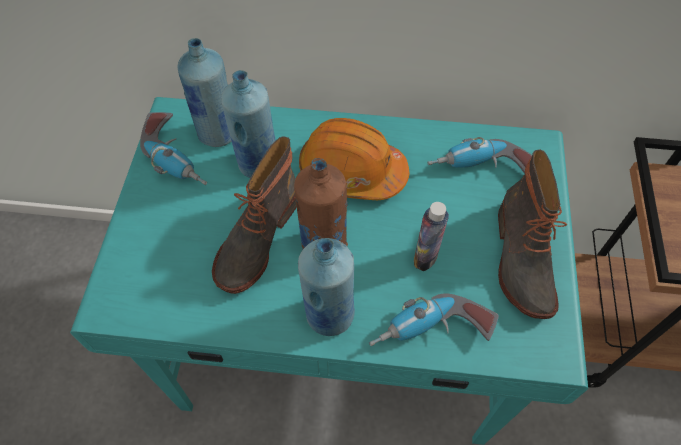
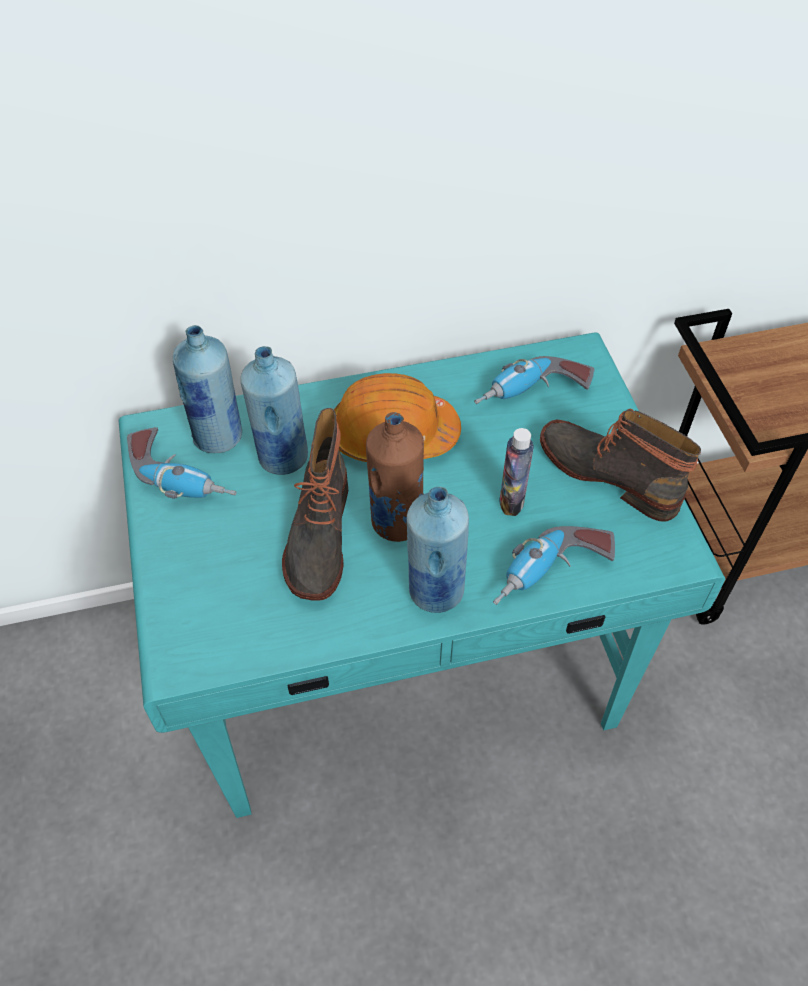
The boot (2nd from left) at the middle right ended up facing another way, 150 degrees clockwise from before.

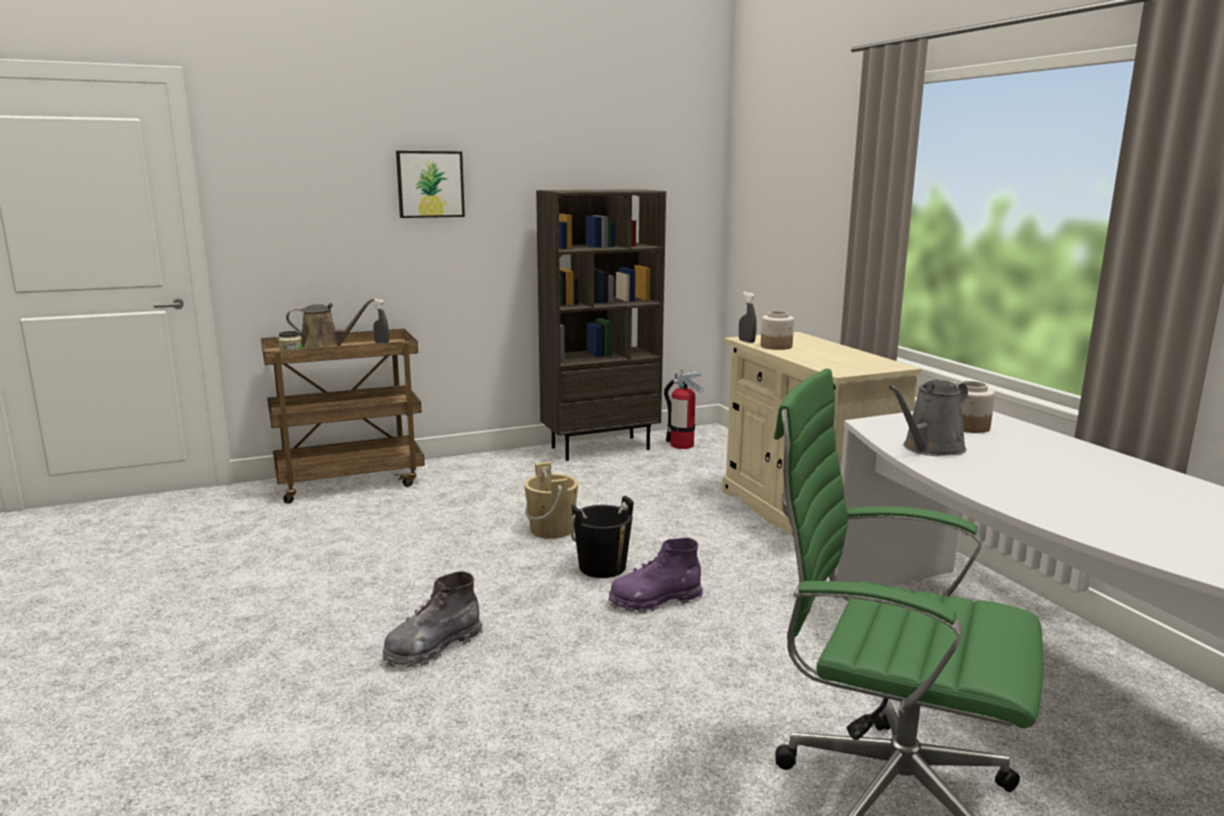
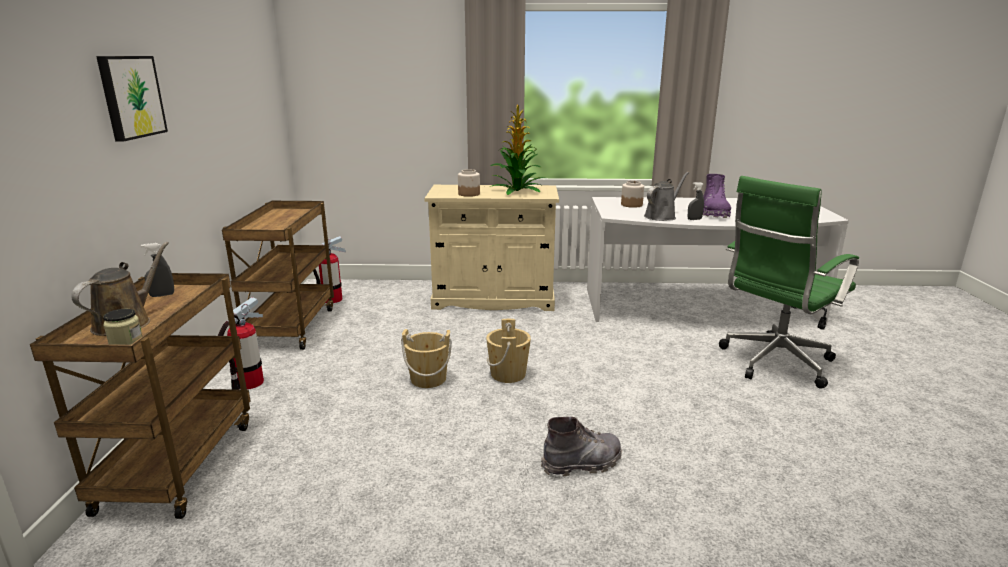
The second view gained the fire extinguisher (1st from left) at the middle left.
Where the brown bookcase stood at the centre, the brown cart (2nd from left) came to stand at the middle left.
What was the black bucket at the centre turned into the beige bucket (2nd from left) at the centre.
The second view gained the potted plant at the top centre.
The grey boot at the bottom centre ended up facing another way, 90 degrees counterclockwise from before.
The grey watering can at the middle right ended up facing another way, 120 degrees counterclockwise from before.
The grey spray bottle (2nd from left) ended up elsewhere, having gone from the centre to the middle right.
The purple boot ended up elsewhere, having gone from the bottom centre to the middle right.

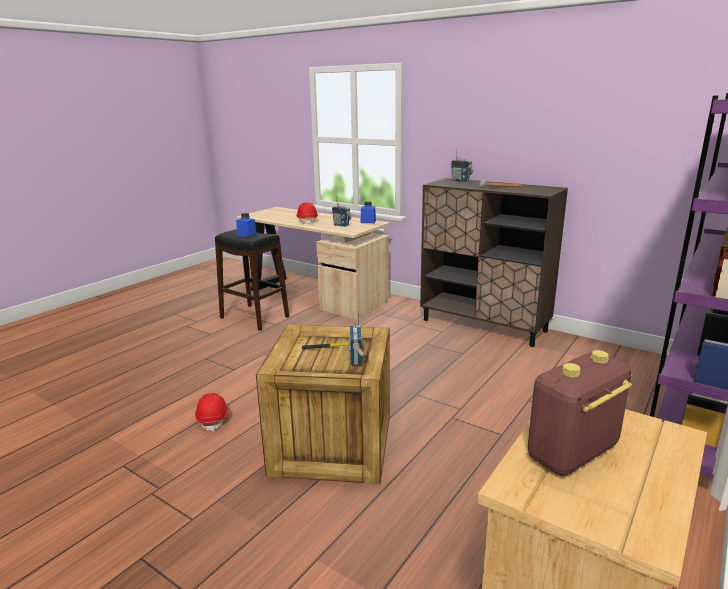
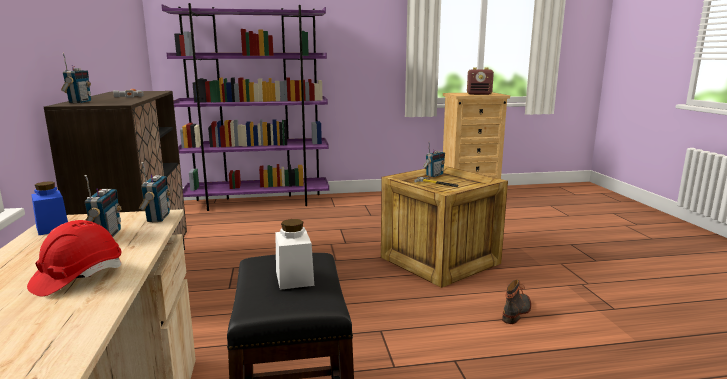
The second view gained the radio (3rd from left) at the middle left.
What was the blue jar (1st from left) at the centre turned into the white jar at the bottom centre.
Where the red hard hat (1st from left) stood at the bottom left, the boot came to stand at the bottom right.

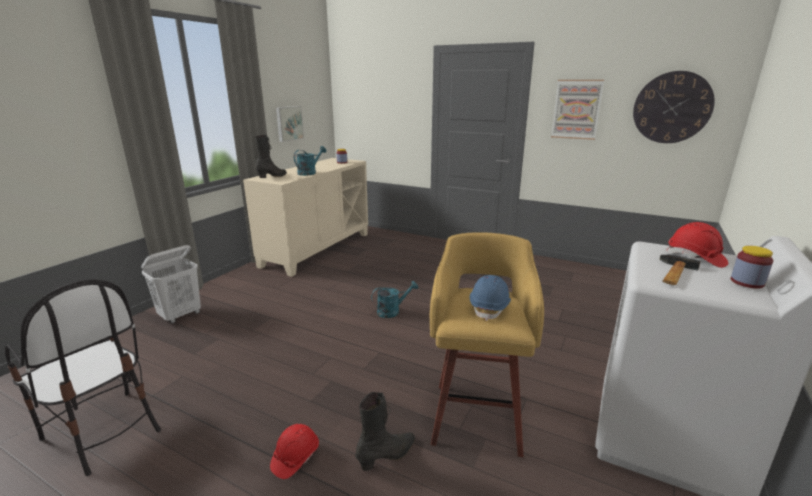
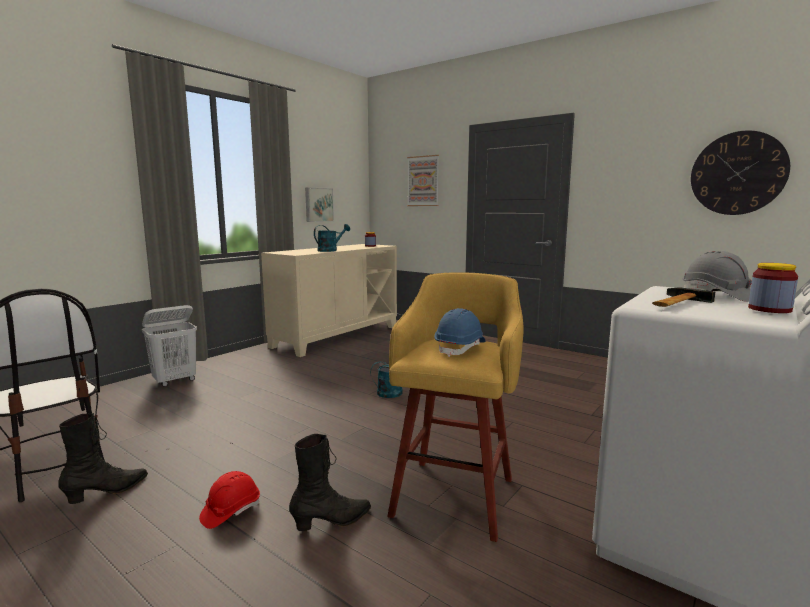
The black boot (1st from left) ended up elsewhere, having gone from the top centre to the bottom left.
The picture (2nd from left) ended up elsewhere, having gone from the top right to the top centre.
What was the red hard hat (2nd from left) at the middle right turned into the grey hard hat at the middle right.

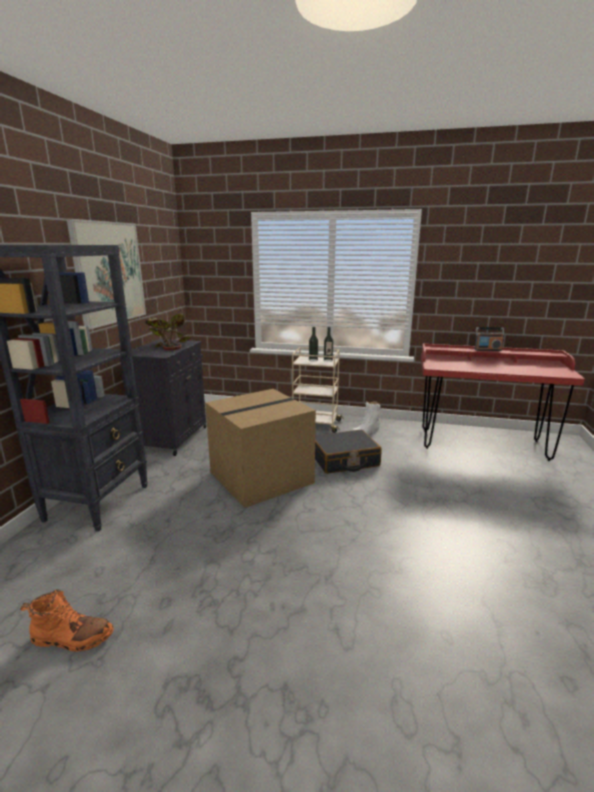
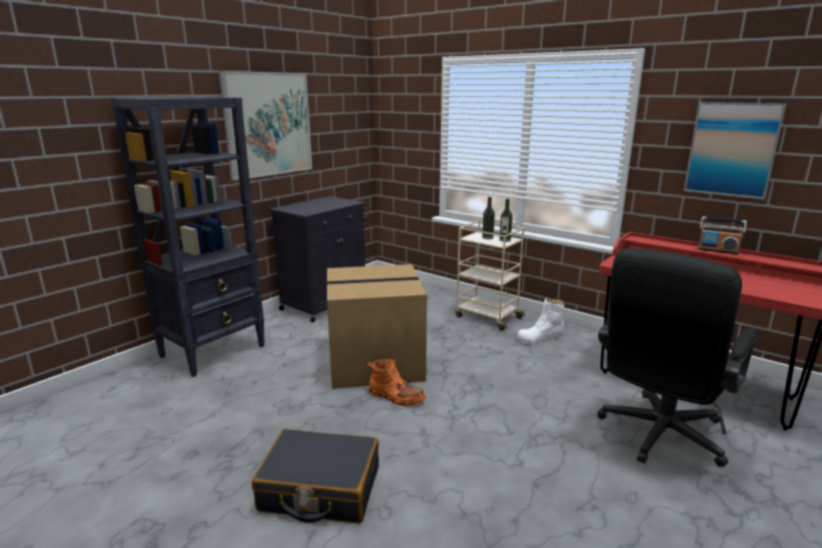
The black suitcase ended up elsewhere, having gone from the centre to the bottom centre.
The orange boot ended up elsewhere, having gone from the bottom left to the bottom centre.
The second view gained the black office chair at the middle right.
The second view gained the picture (2nd from left) at the top right.
The second view lost the potted plant at the middle left.

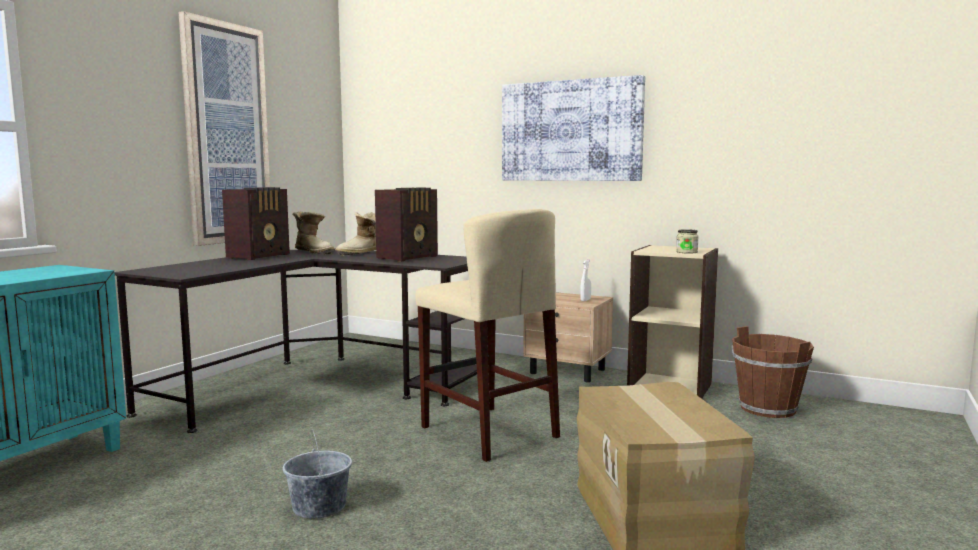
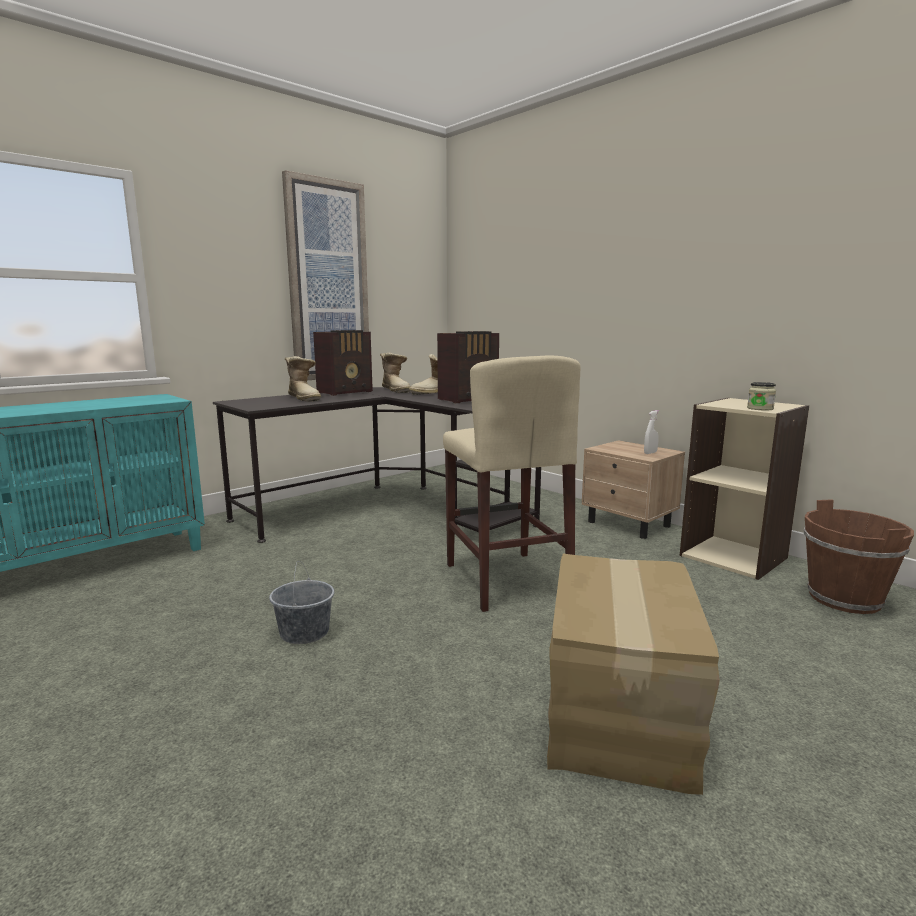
The second view gained the boot (1st from left) at the middle left.
The second view lost the picture (2nd from left) at the top centre.

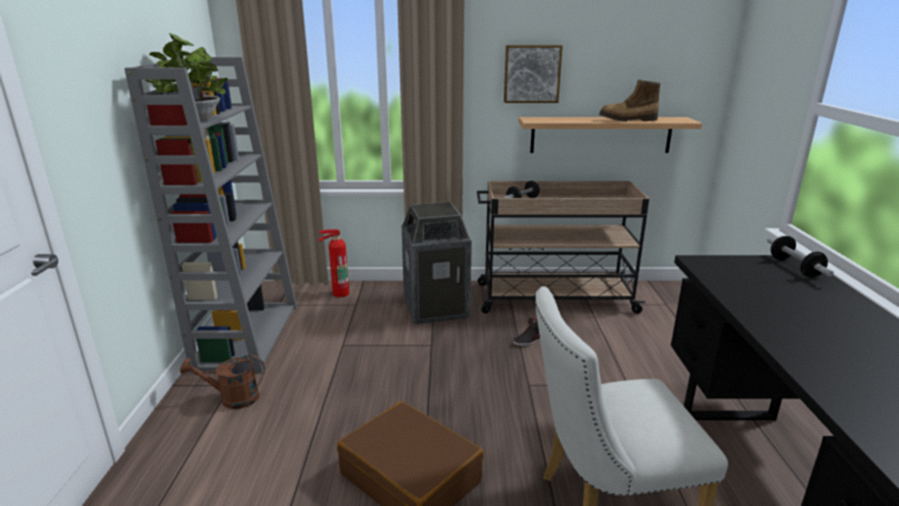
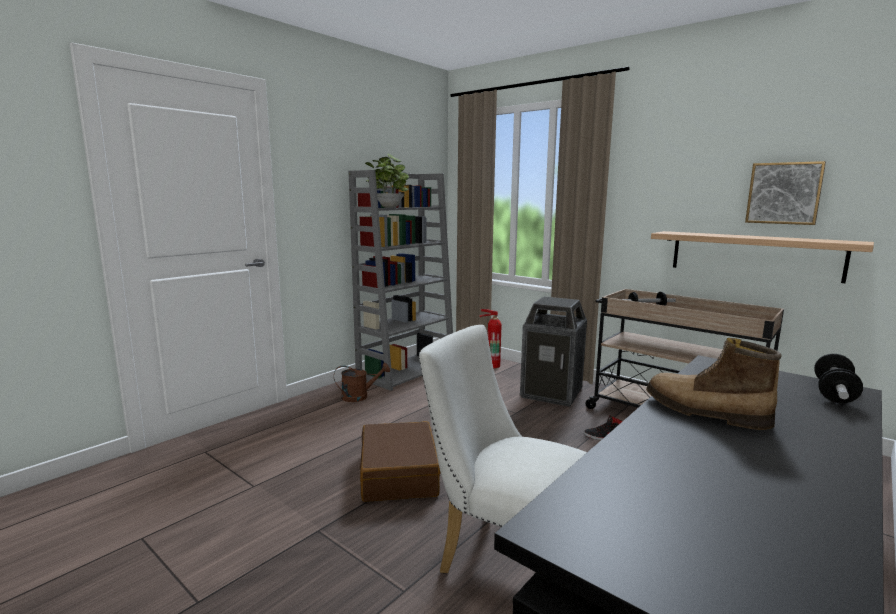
The brown watering can at the bottom left ended up facing another way, 135 degrees clockwise from before.
The boot ended up elsewhere, having gone from the top right to the middle right.
The picture ended up elsewhere, having gone from the top centre to the top right.

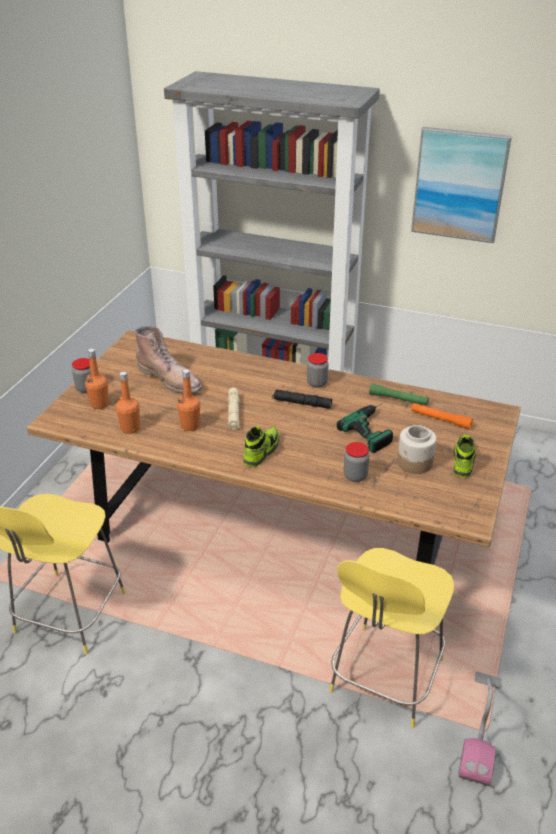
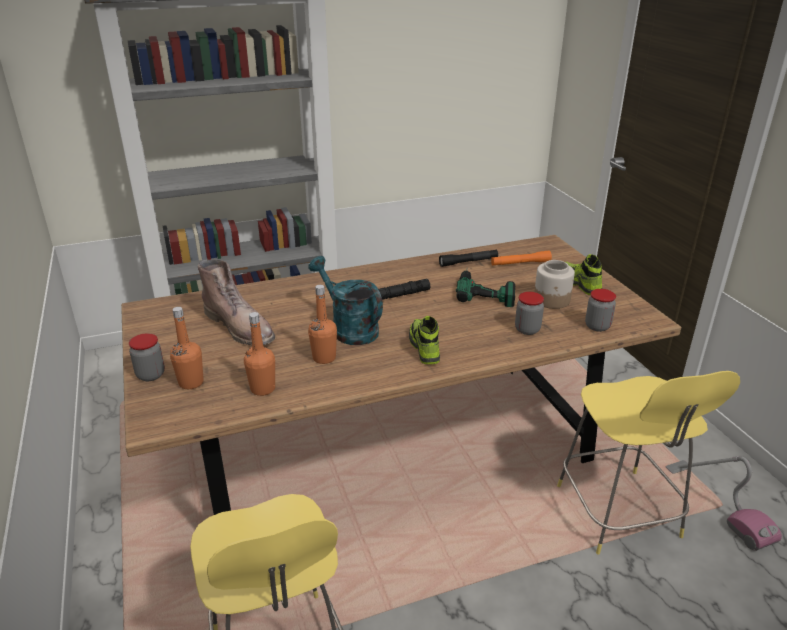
The brown boot at the middle left ended up facing another way, 45 degrees clockwise from before.
Where the beige flashlight stood at the centre, the turquoise watering can came to stand at the centre.
What was the green flashlight at the middle right turned into the black flashlight (2nd from left) at the centre.
The jar (2nd from left in the first image) ended up elsewhere, having gone from the centre to the middle right.
The second view lost the picture at the top right.

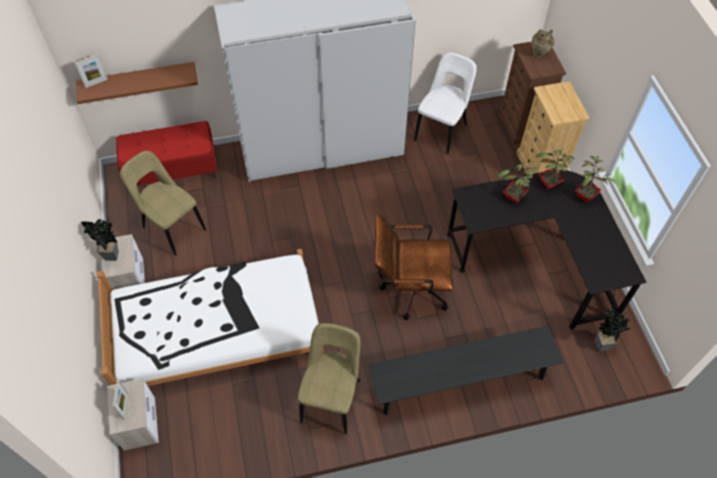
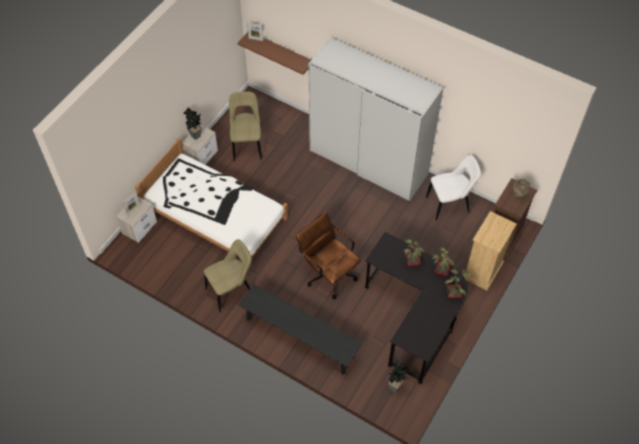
The second view lost the red bench at the top left.

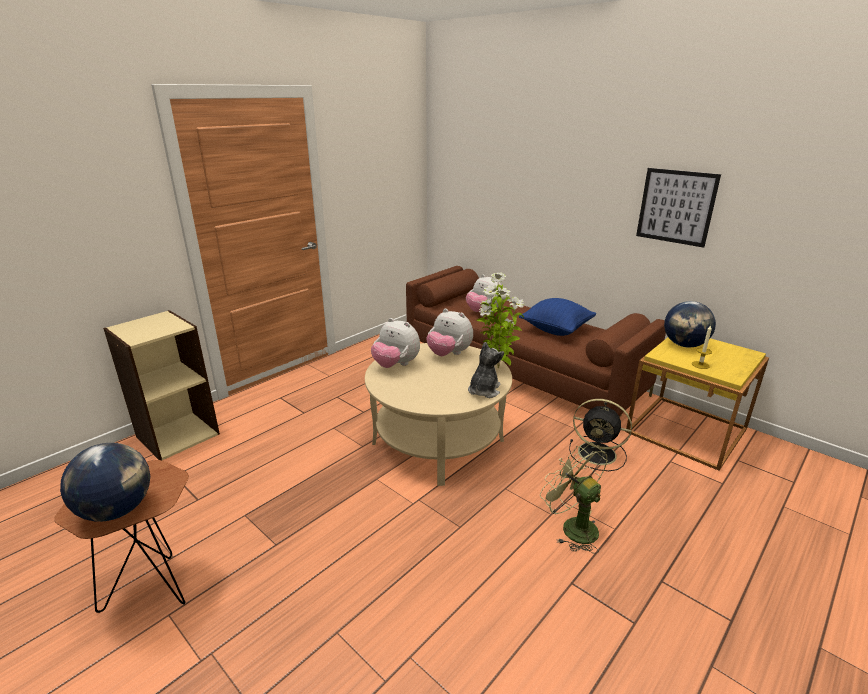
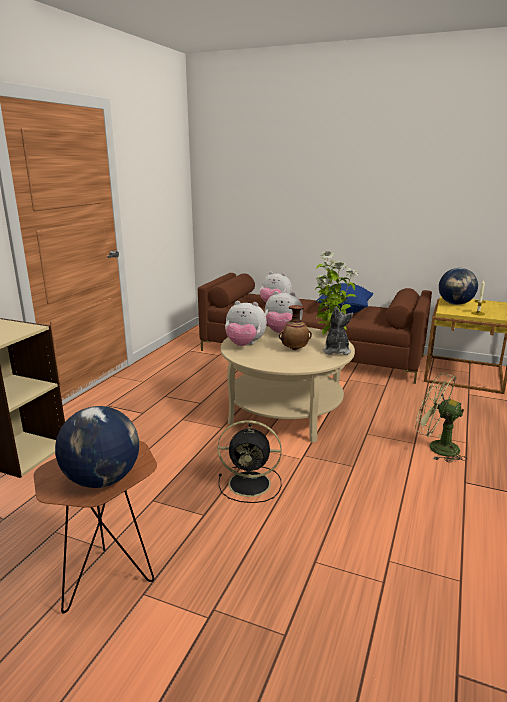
The black fan ended up elsewhere, having gone from the middle right to the centre.
The second view gained the vase at the centre.
The second view lost the picture at the top right.

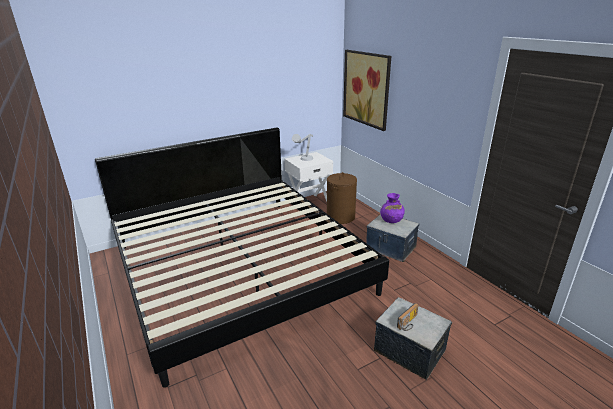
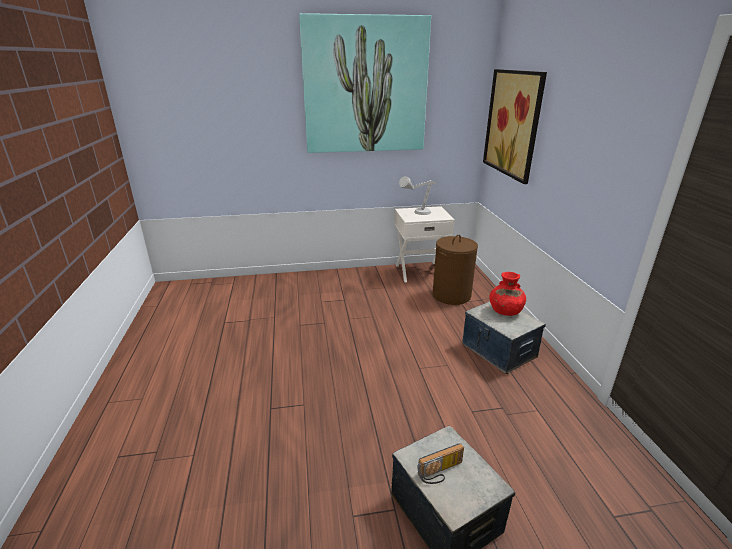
The second view gained the picture (1st from left) at the top centre.
What was the purple vase at the centre turned into the red vase at the middle right.
The second view lost the bed at the centre.

